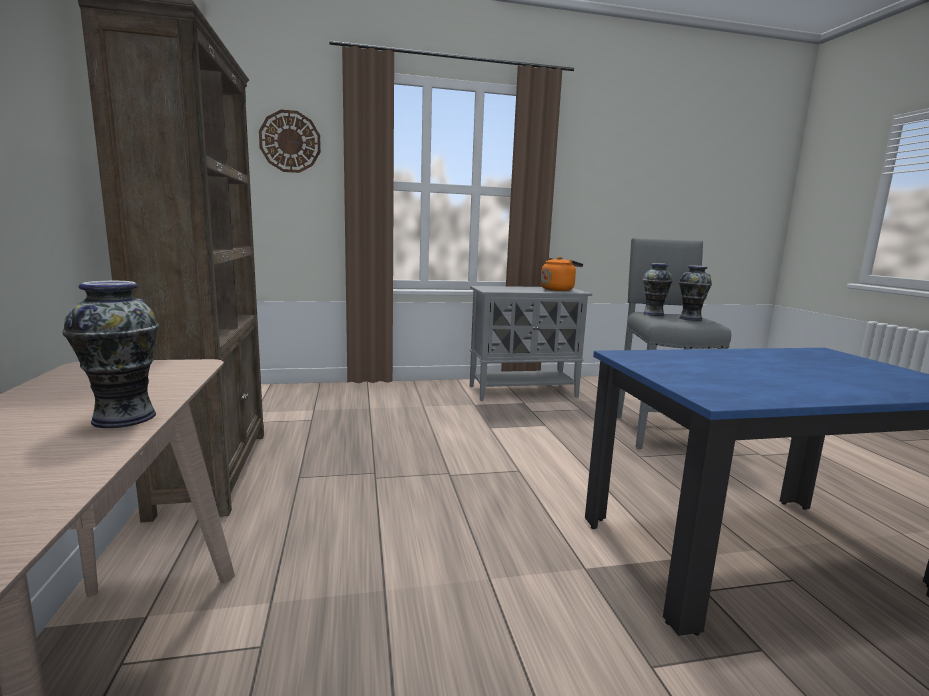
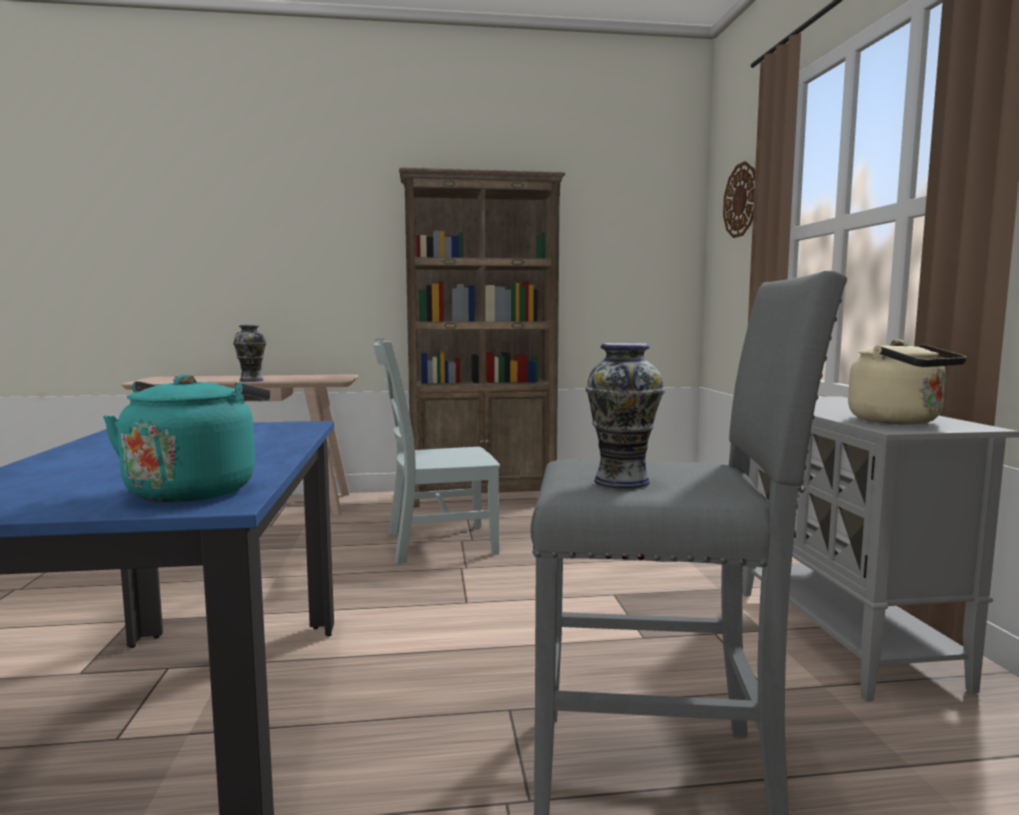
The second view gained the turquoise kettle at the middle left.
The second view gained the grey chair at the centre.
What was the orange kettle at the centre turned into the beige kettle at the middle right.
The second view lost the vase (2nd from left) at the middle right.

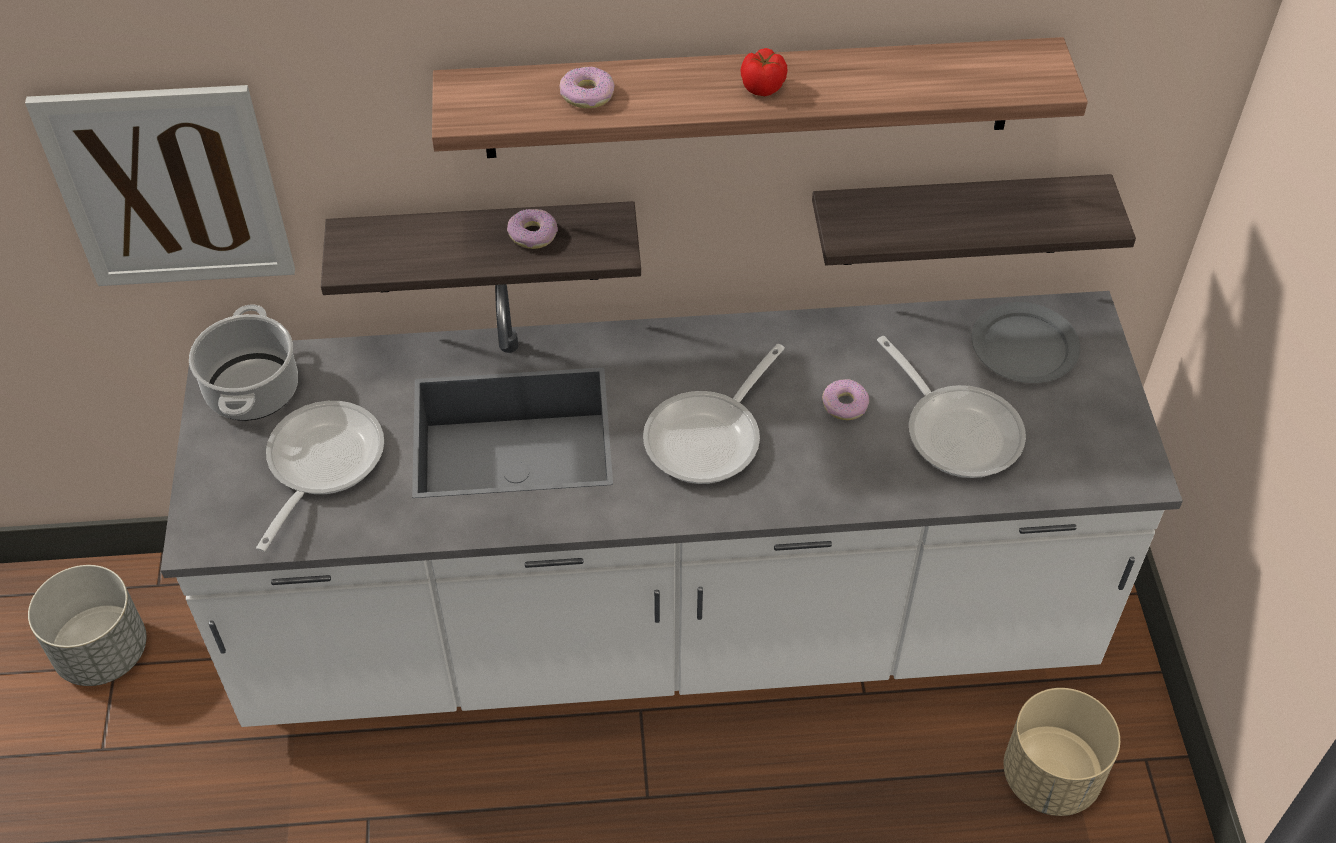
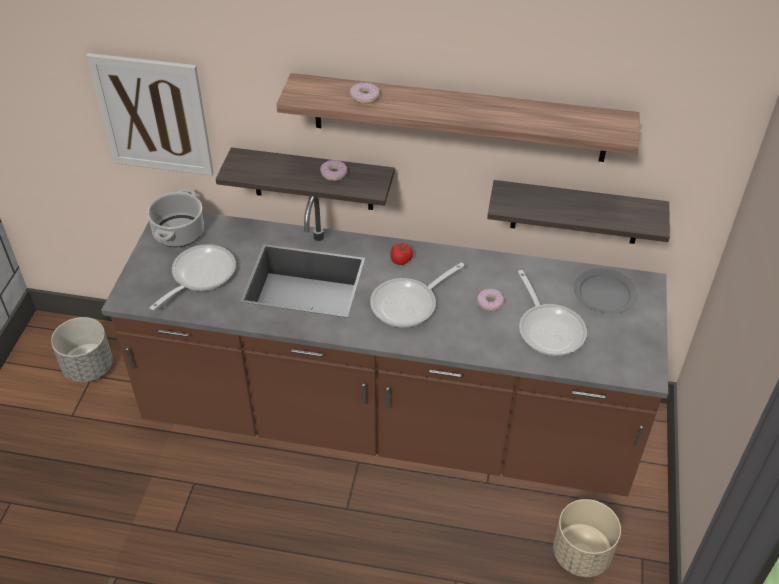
What was the white counter at the centre turned into the brown counter at the centre.
The tomato ended up elsewhere, having gone from the top centre to the centre.

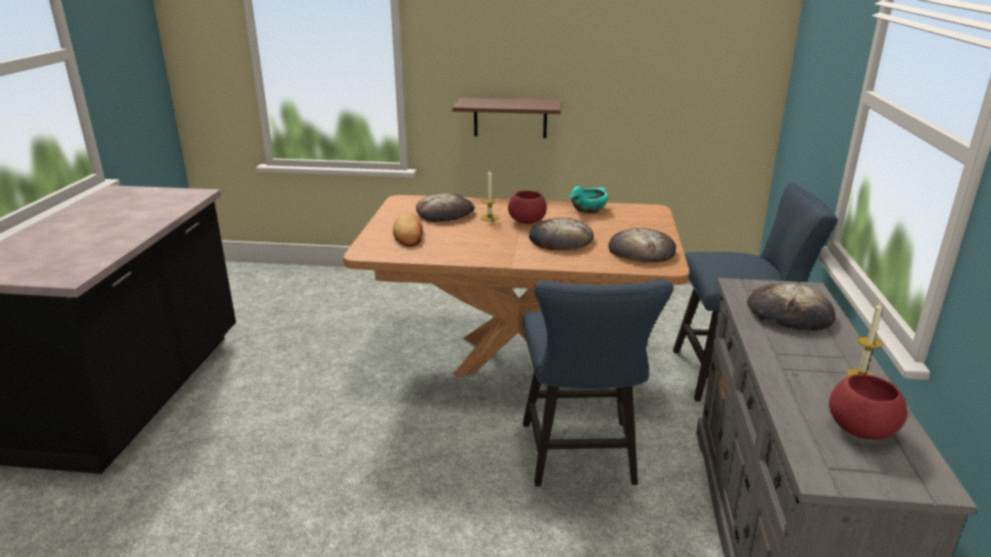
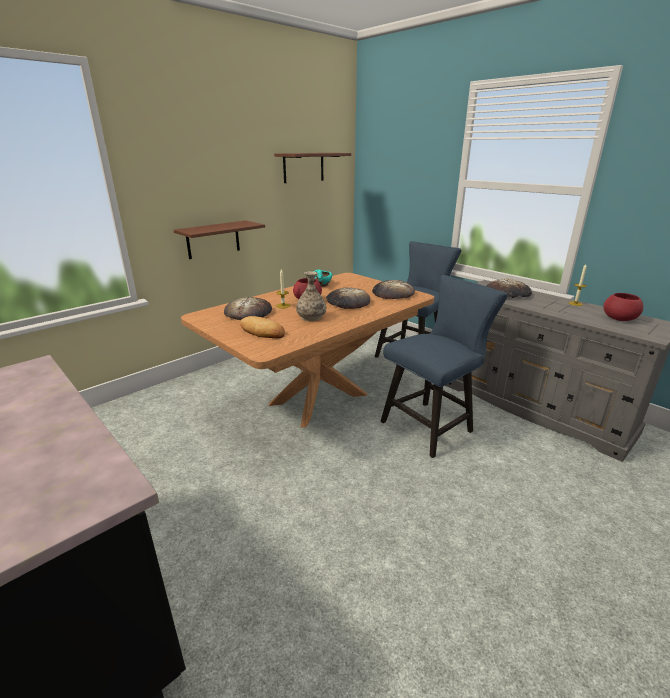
The second view gained the brown shelf (2nd from left) at the top centre.
The second view gained the vase at the centre.
The blue chair (1st from left in the first image) at the bottom centre ended up facing another way, 75 degrees counterclockwise from before.

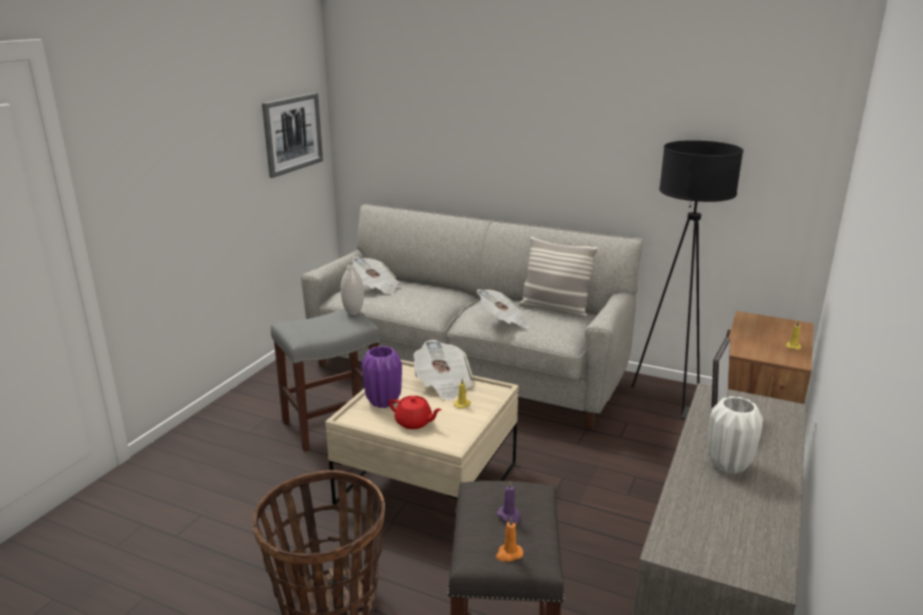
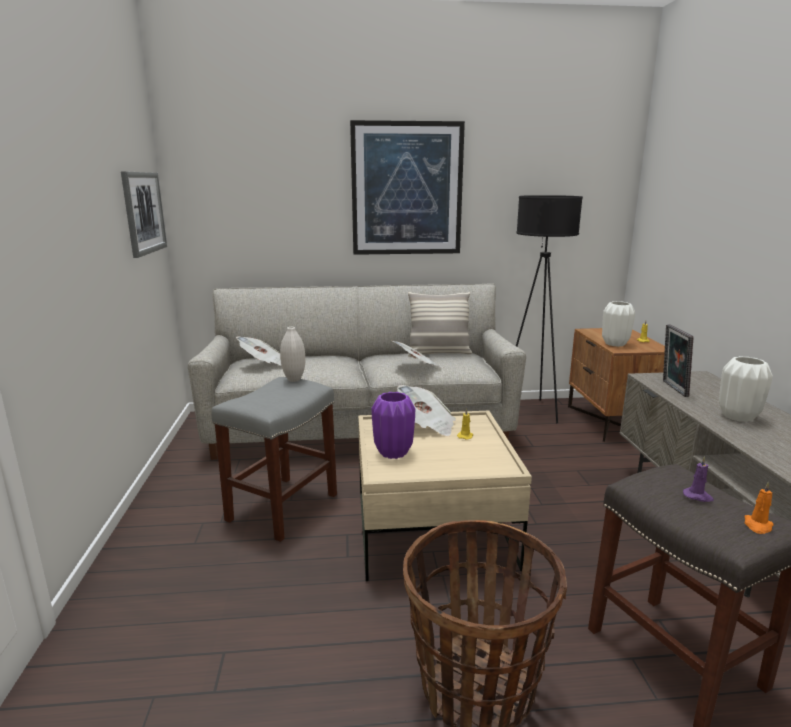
The second view gained the picture (2nd from left) at the top centre.
The second view gained the white vase (2nd from left) at the middle right.
The second view lost the red teapot at the bottom centre.

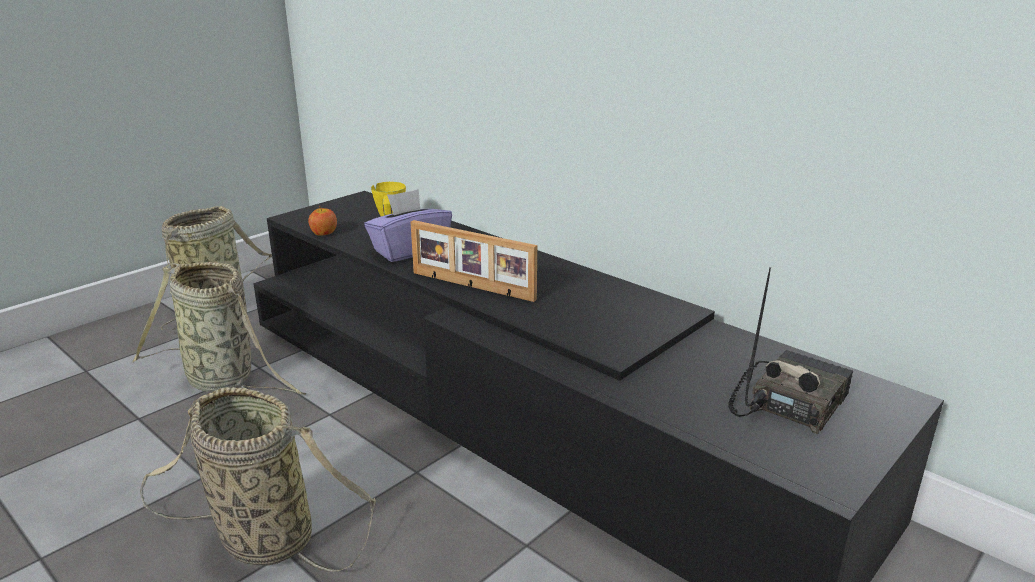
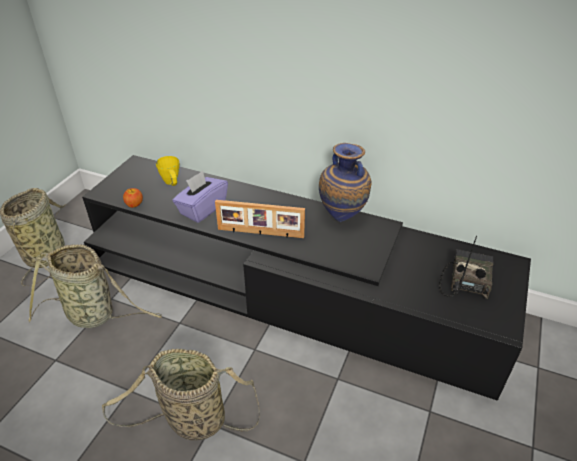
The second view gained the vase at the centre.

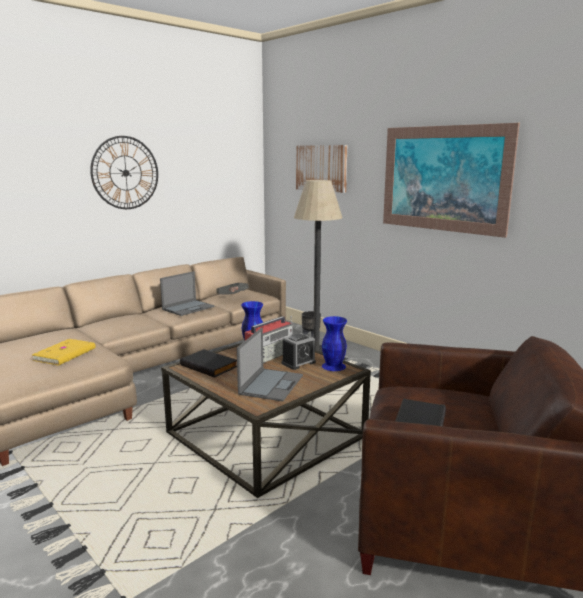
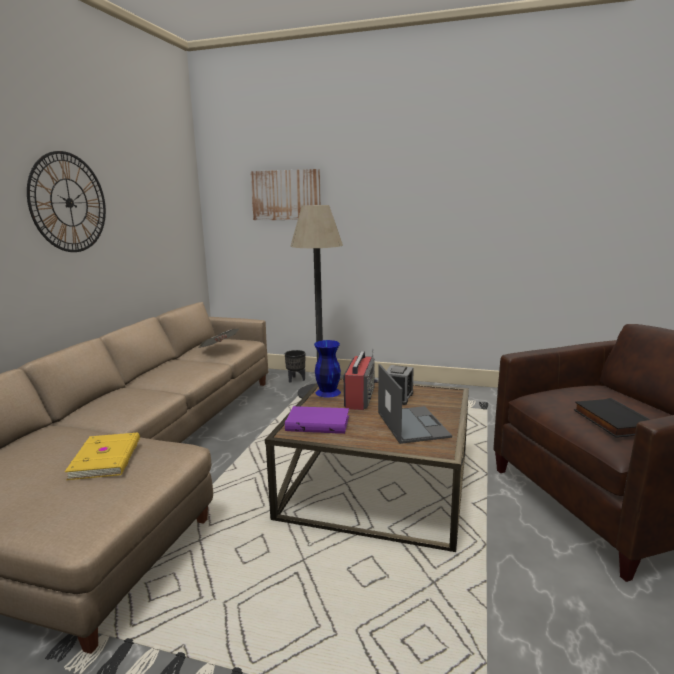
What was the black book (1st from left) at the centre turned into the purple book at the centre.
The second view lost the laptop (1st from left) at the middle left.
The second view lost the blue vase (2nd from left) at the centre.
The second view lost the picture (2nd from left) at the top right.

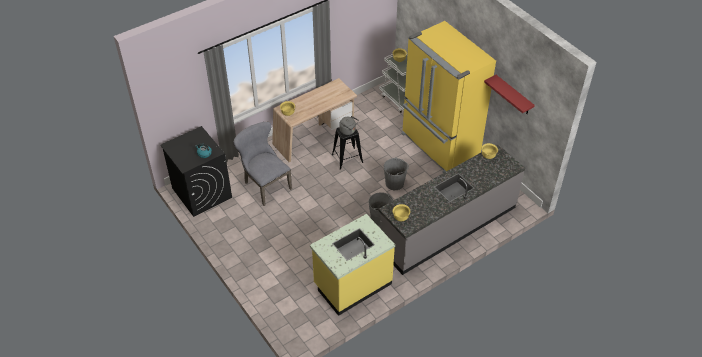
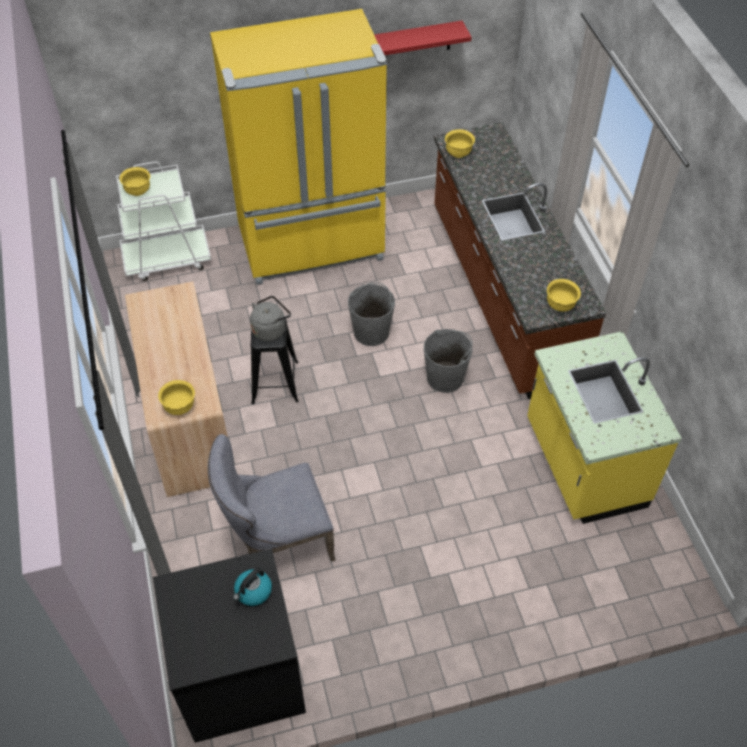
What was the grey counter at the centre turned into the brown counter at the middle right.

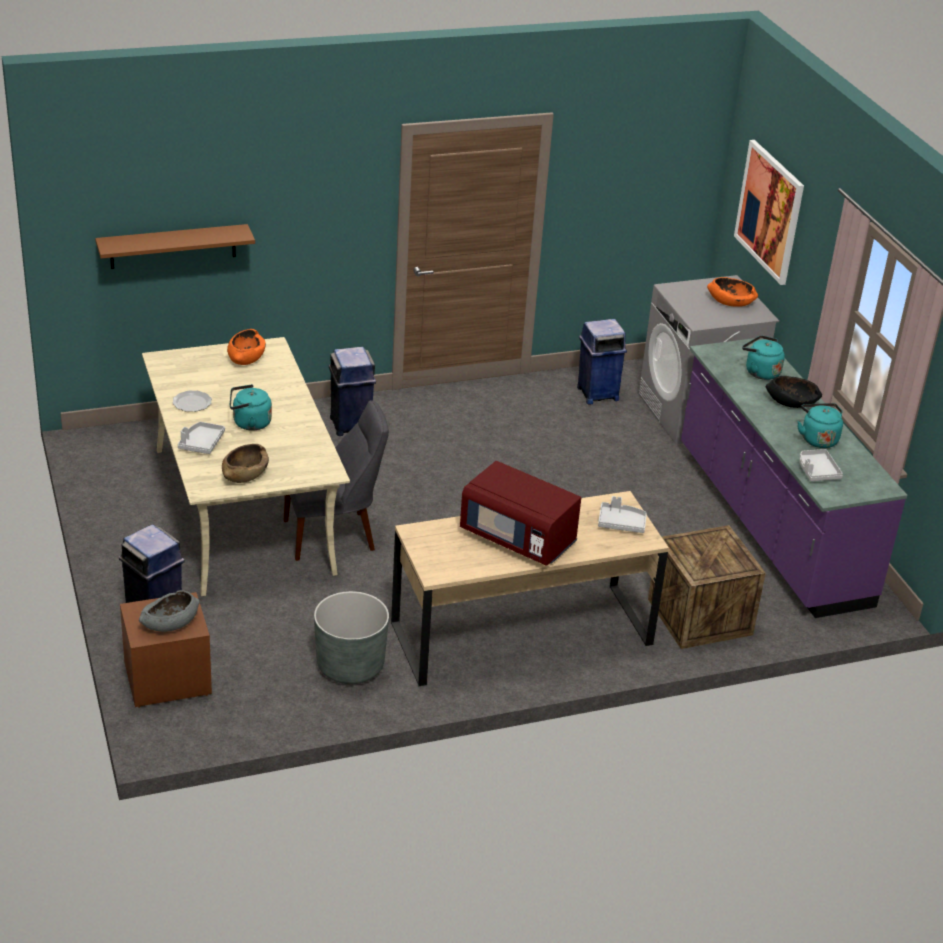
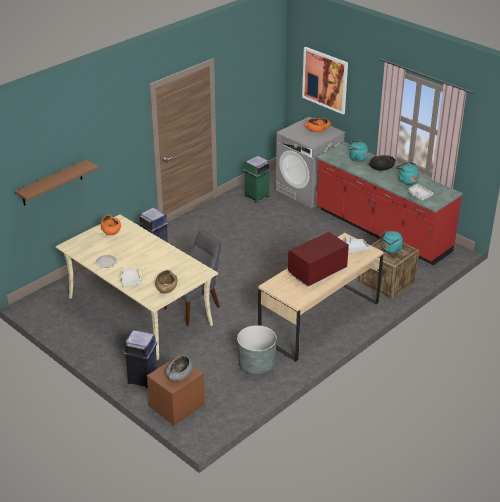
What was the blue trash can (3rd from left) at the centre turned into the green trash can at the centre.
The red microwave at the centre ended up facing another way, 135 degrees clockwise from before.
What was the purple counter at the middle right turned into the red counter at the middle right.
The turquoise kettle (1st from left in the first image) ended up elsewhere, having gone from the middle left to the middle right.

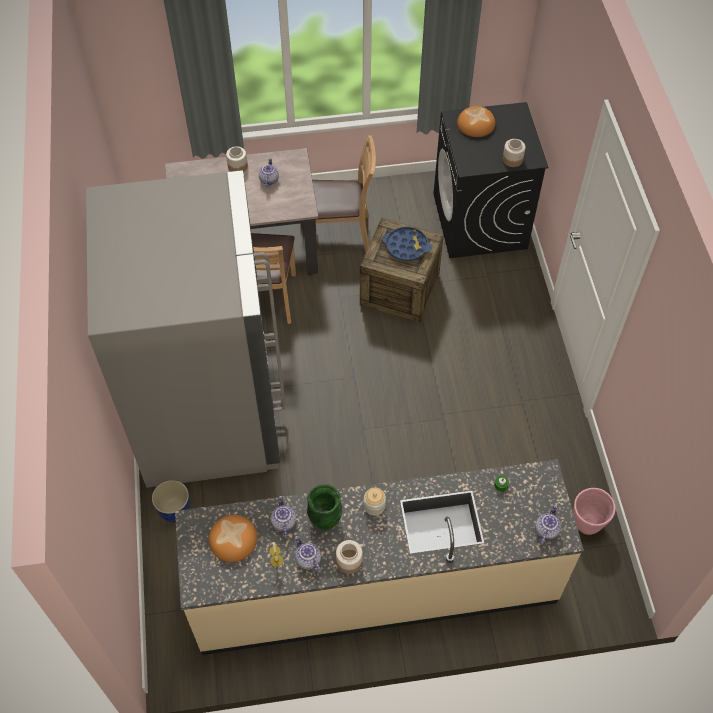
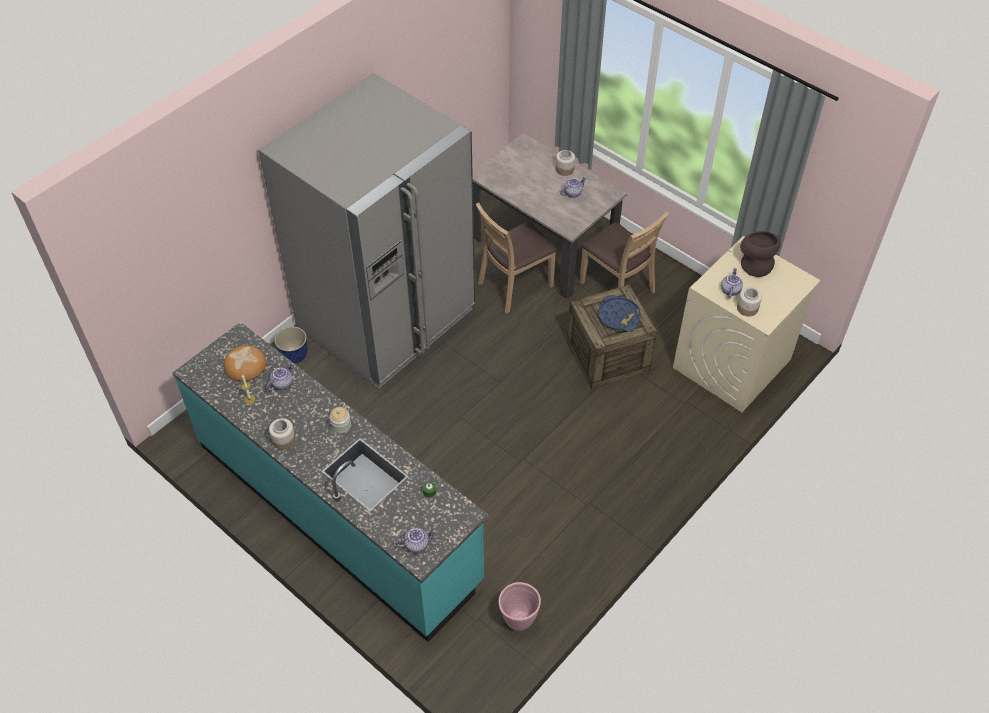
What was the beige counter at the bottom centre turned into the turquoise counter at the bottom centre.
What was the black washing machine at the top right turned into the beige washing machine at the middle right.
The teapot (3rd from left in the first image) ended up elsewhere, having gone from the bottom centre to the middle right.
Where the bread (2nd from left) stood at the top right, the brown vase came to stand at the middle right.
The second view lost the green vase at the bottom centre.

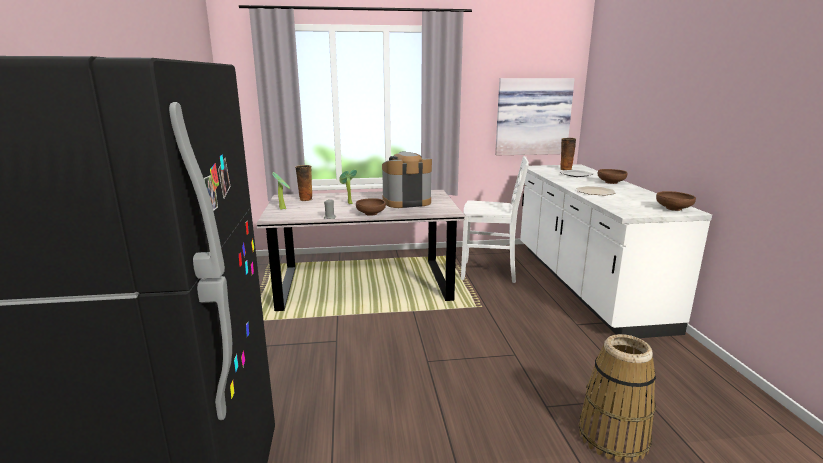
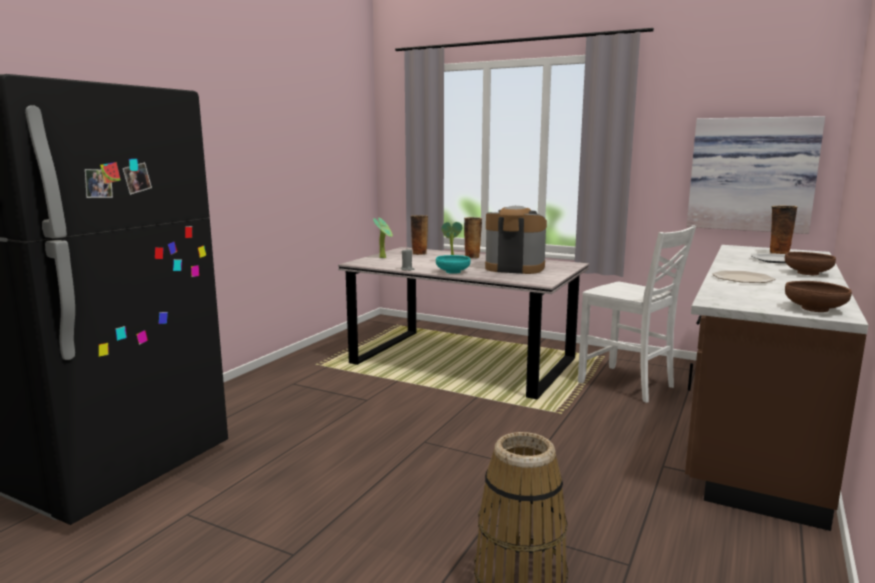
What was the brown bowl (1st from left) at the centre turned into the turquoise bowl at the centre.
The second view gained the vase (2nd from left) at the centre.
What was the white counter at the middle right turned into the brown counter at the middle right.

